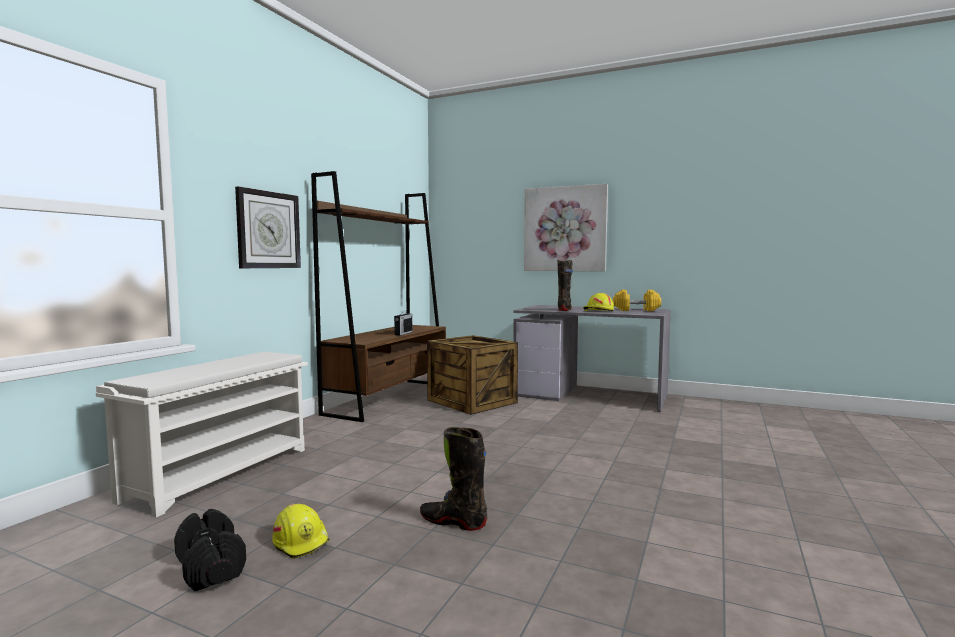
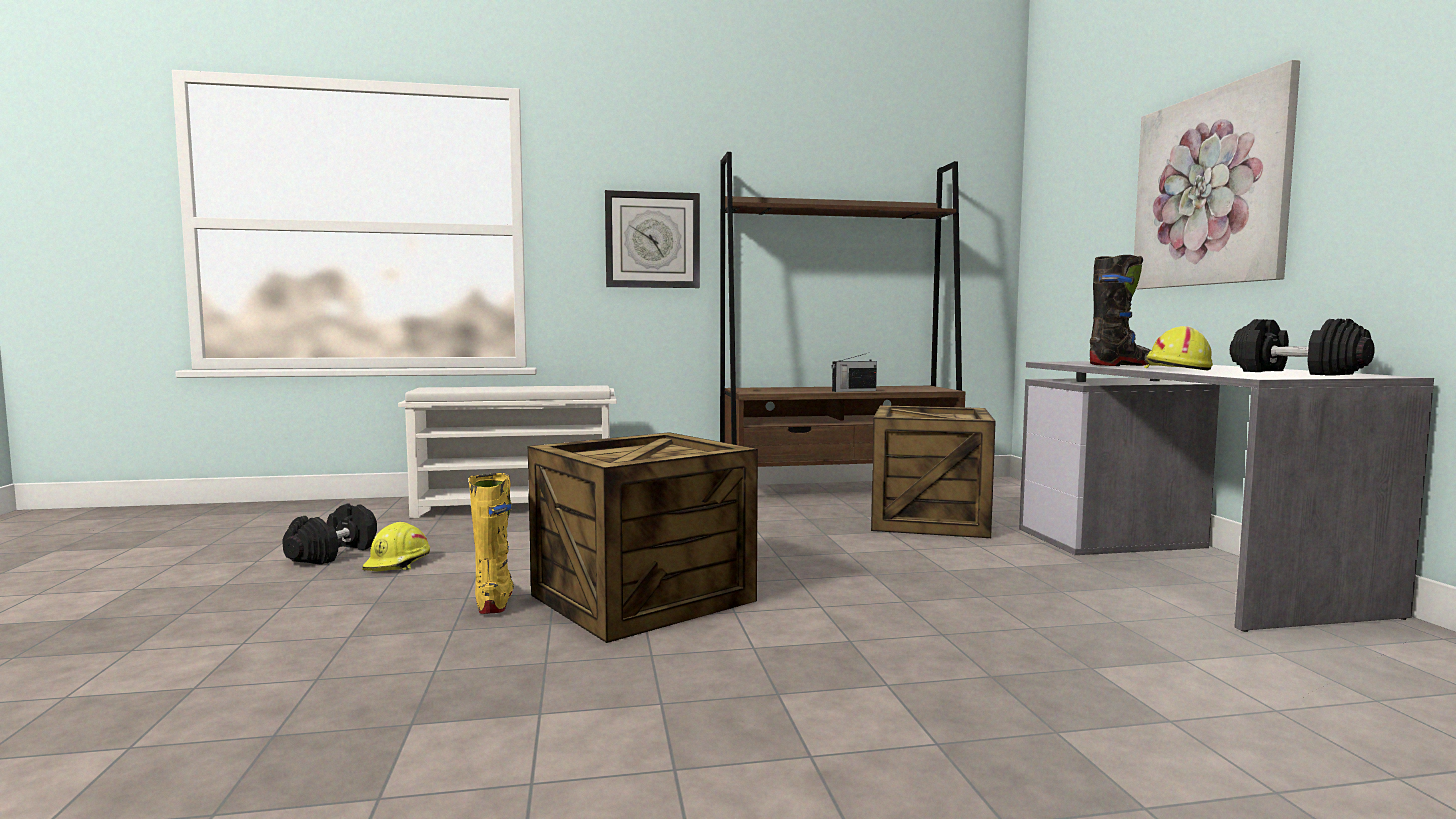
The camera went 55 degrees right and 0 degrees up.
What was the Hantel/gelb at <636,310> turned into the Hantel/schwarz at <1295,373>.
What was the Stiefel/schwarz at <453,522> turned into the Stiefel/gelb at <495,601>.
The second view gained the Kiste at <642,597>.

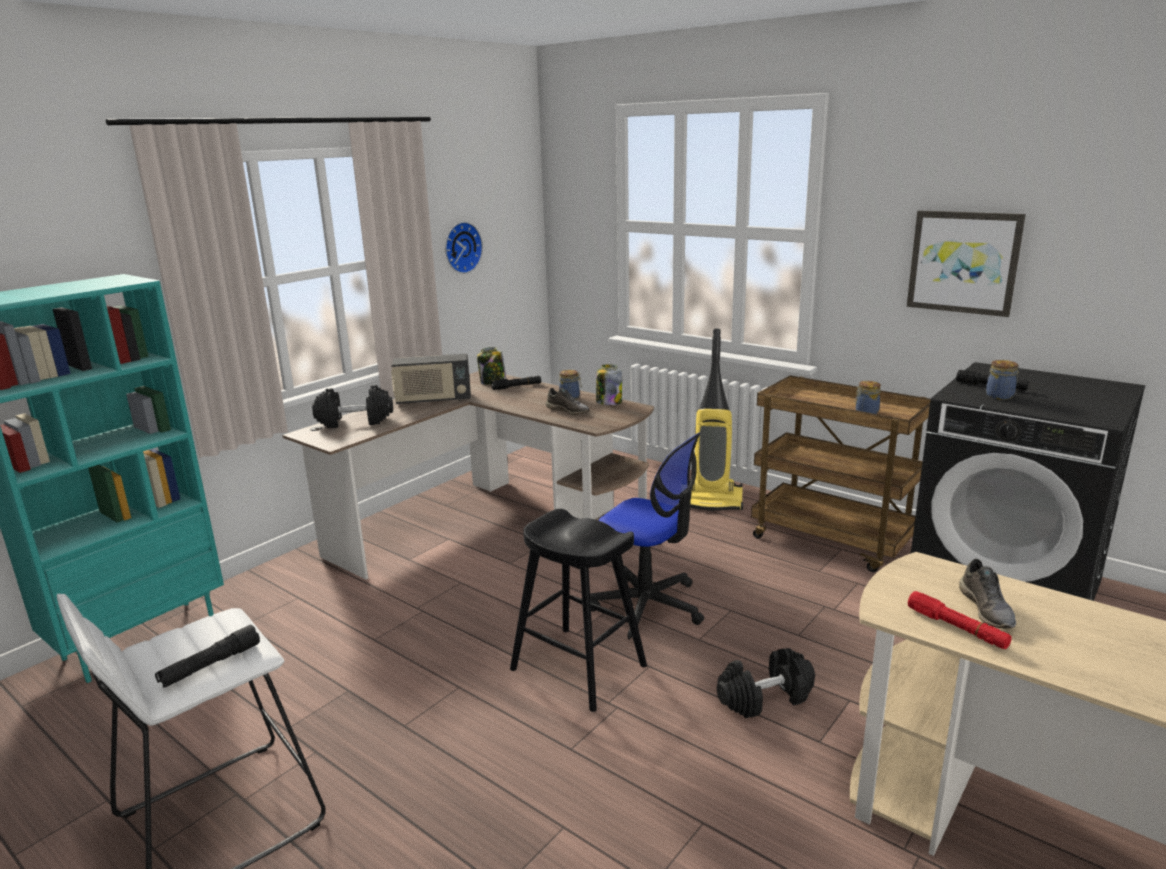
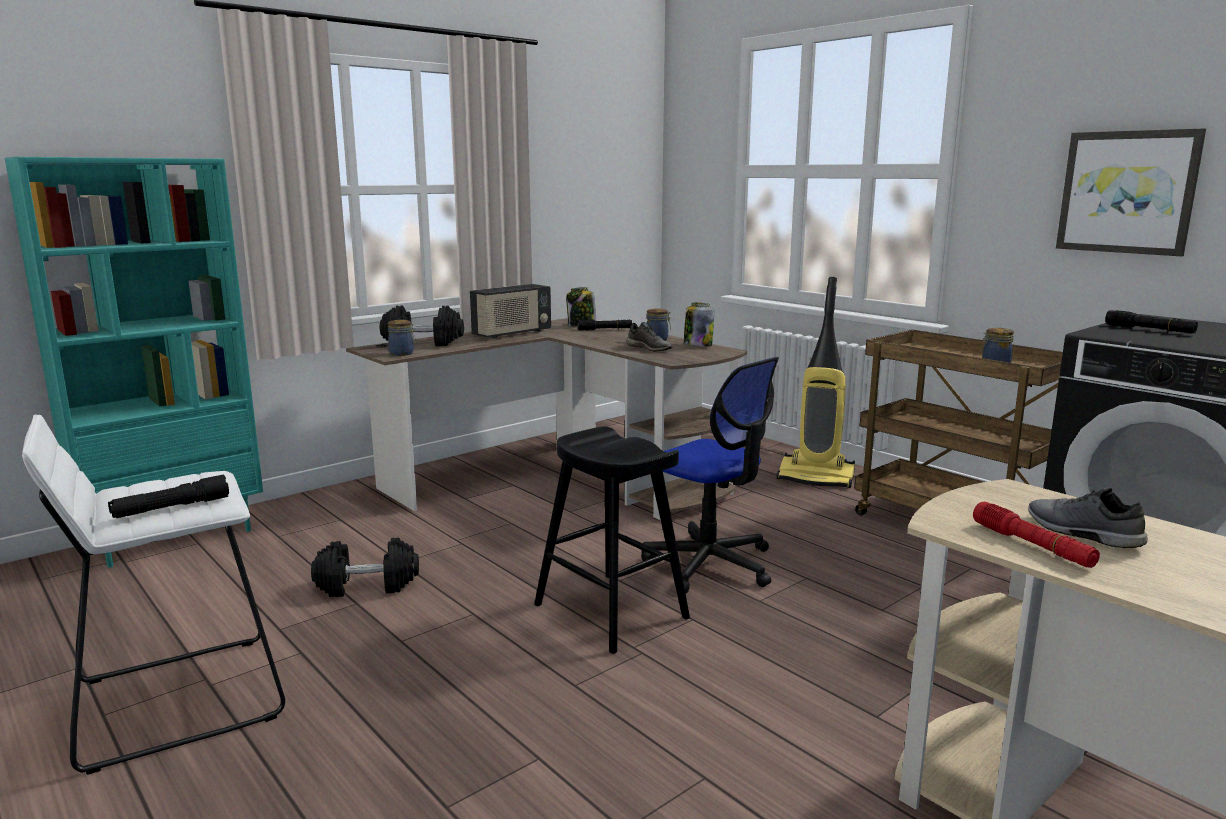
The camera went 10 degrees right and 5 degrees down.
The second view lost the Wanduhr at <461,247>.
The Radio at <433,400> ended up facing another way, 45 degrees counterclockwise from before.
The Vorratsglas ended up elsewhere, having gone from <1000,396> to <402,353>.
The Schuh/grau at <987,609> ended up facing another way, 135 degrees clockwise from before.
The Hantel/schwarz ended up elsewhere, having gone from <765,698> to <367,585>.

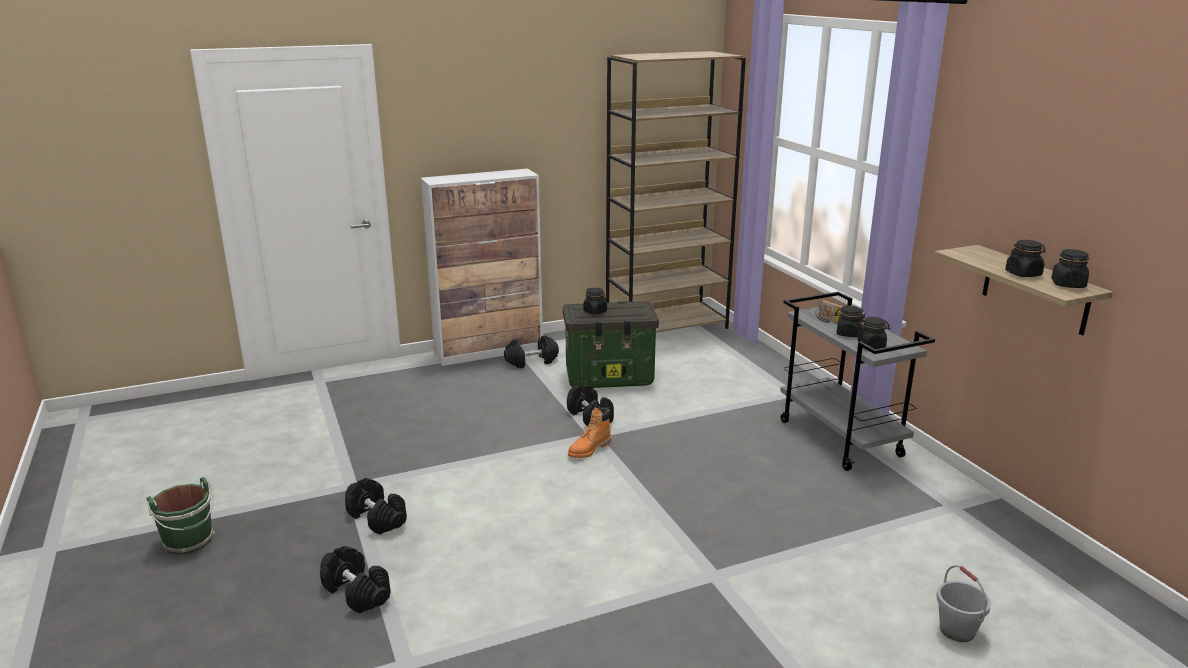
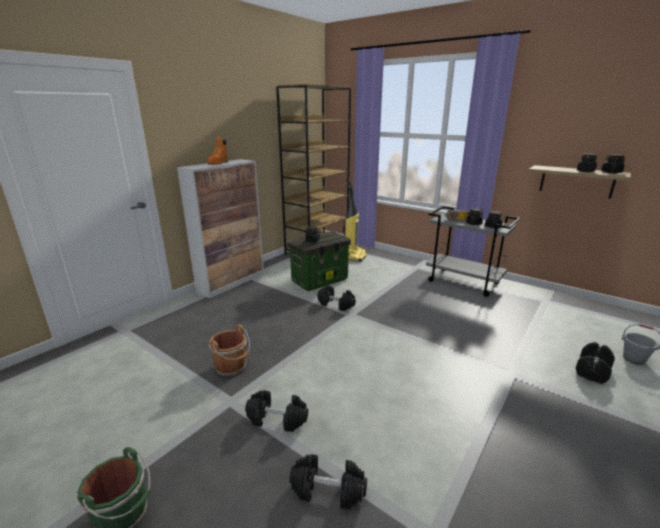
The camera went 30 degrees left and 0 degrees up.
The Hantel/schwarz ended up elsewhere, having gone from <531,361> to <592,371>.
The Stiefel/orange ended up elsewhere, having gone from <589,450> to <218,163>.
The second view gained the Staubsauger at <355,256>.
The second view gained the Eimer/braun at <232,367>.

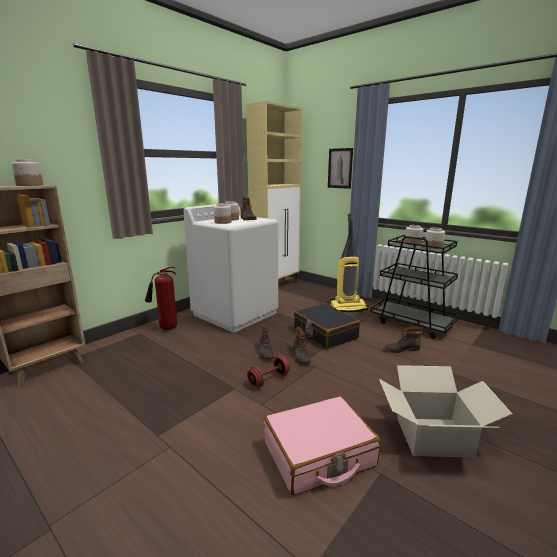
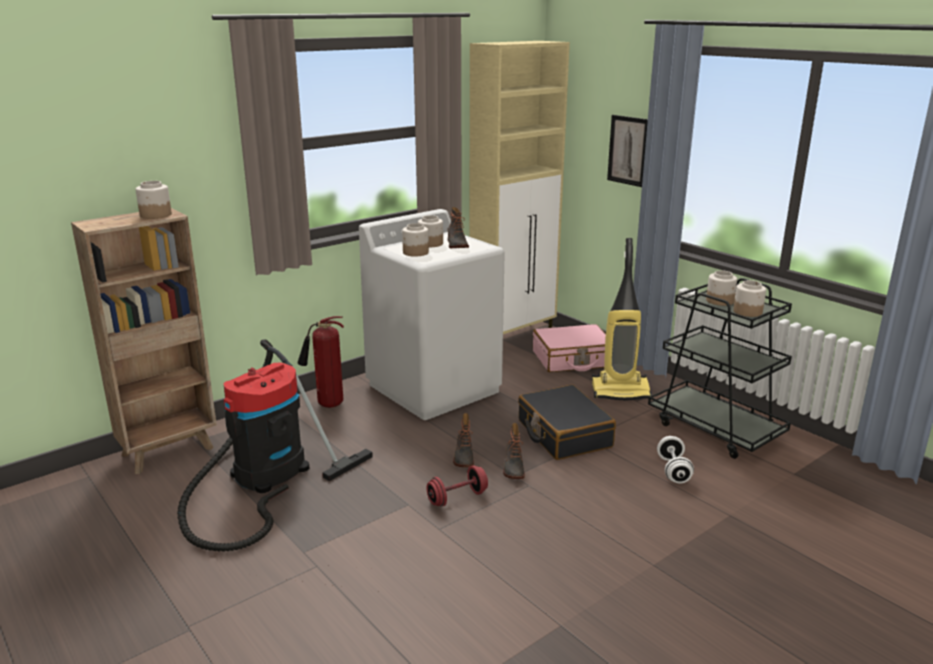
The camera went 10 degrees right and 5 degrees up.
Where the Stiefel stood at <401,349>, the Hantel/weiß came to stand at <673,470>.
The second view lost the Karton at <434,437>.
The Koffer/rosa ended up elsewhere, having gone from <319,454> to <572,359>.
The second view gained the Staubsauger at <264,477>.

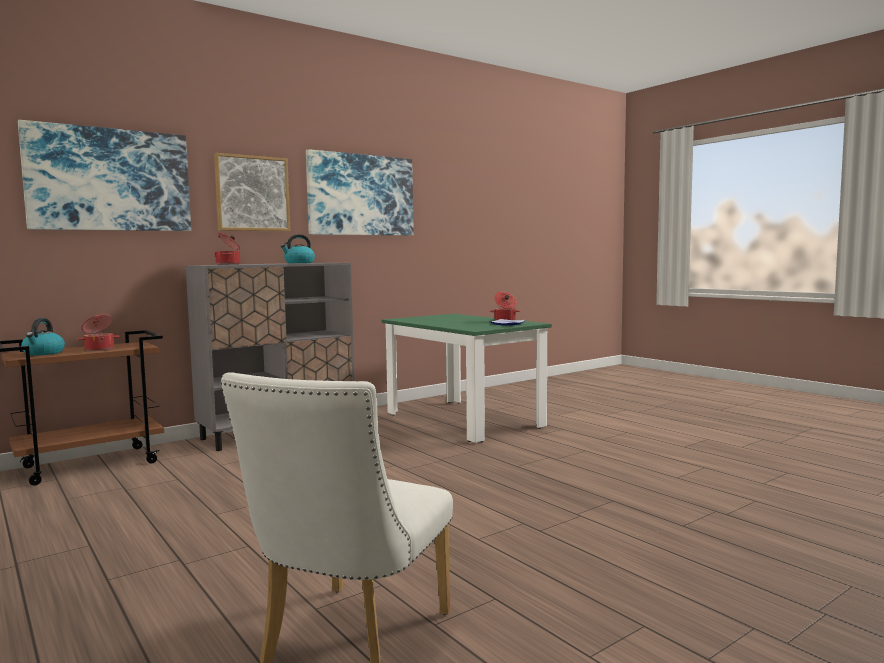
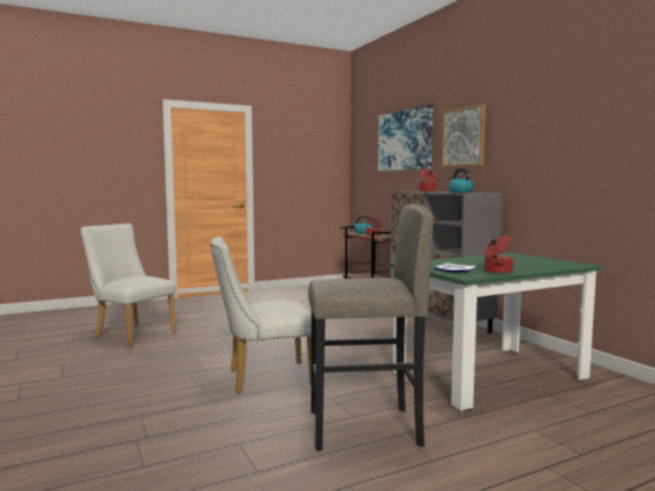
The camera went 100 degrees right and 0 degrees up.
The second view lost the Bild at <361,195>.
The second view gained the Hocker/grau at <364,428>.
The second view gained the Stuhl/weiß at <263,378>.

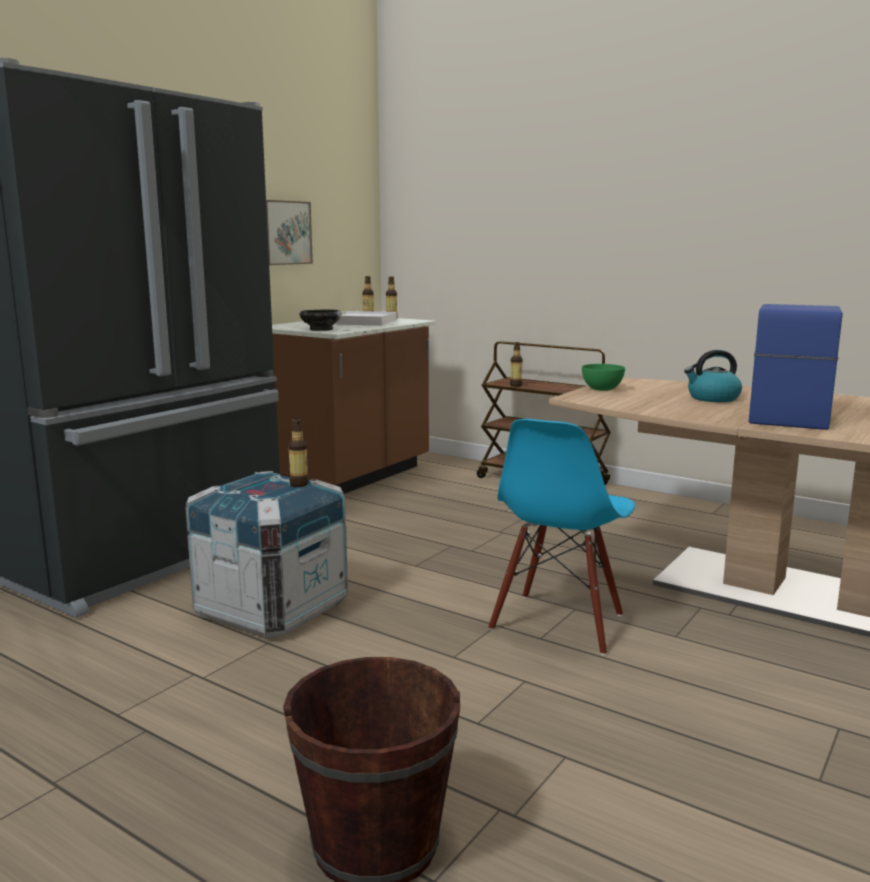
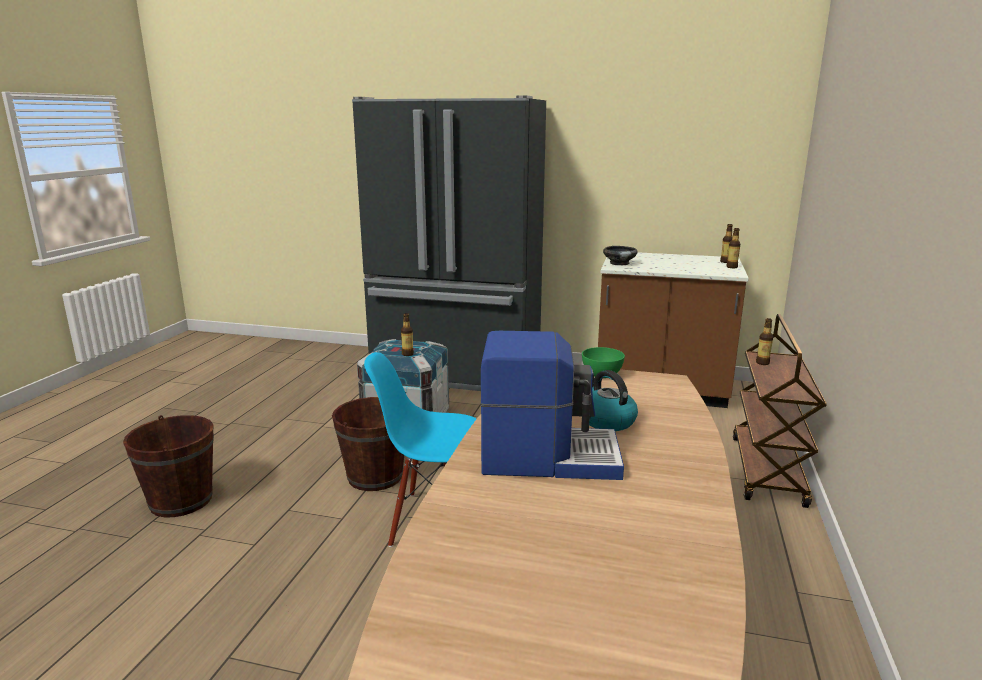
The camera went 70 degrees right and 5 degrees up.
The second view lost the Bild at <284,233>.
The second view lost the Tablett/weiß at <362,322>.
The second view gained the Eimer/braun at <375,476>.

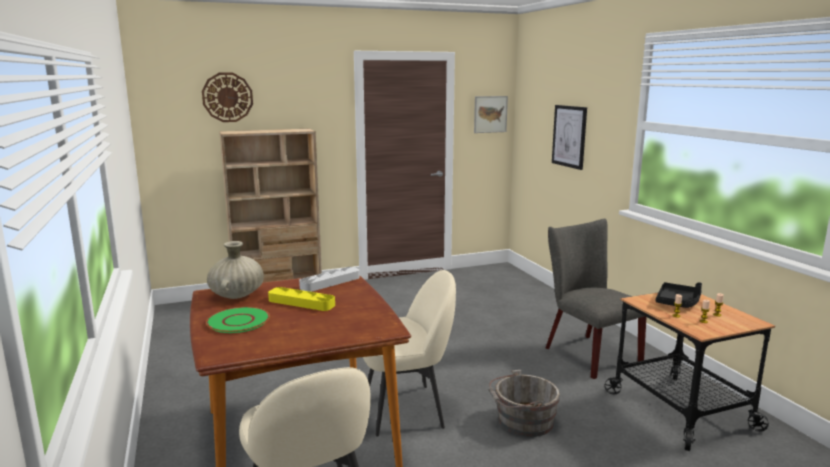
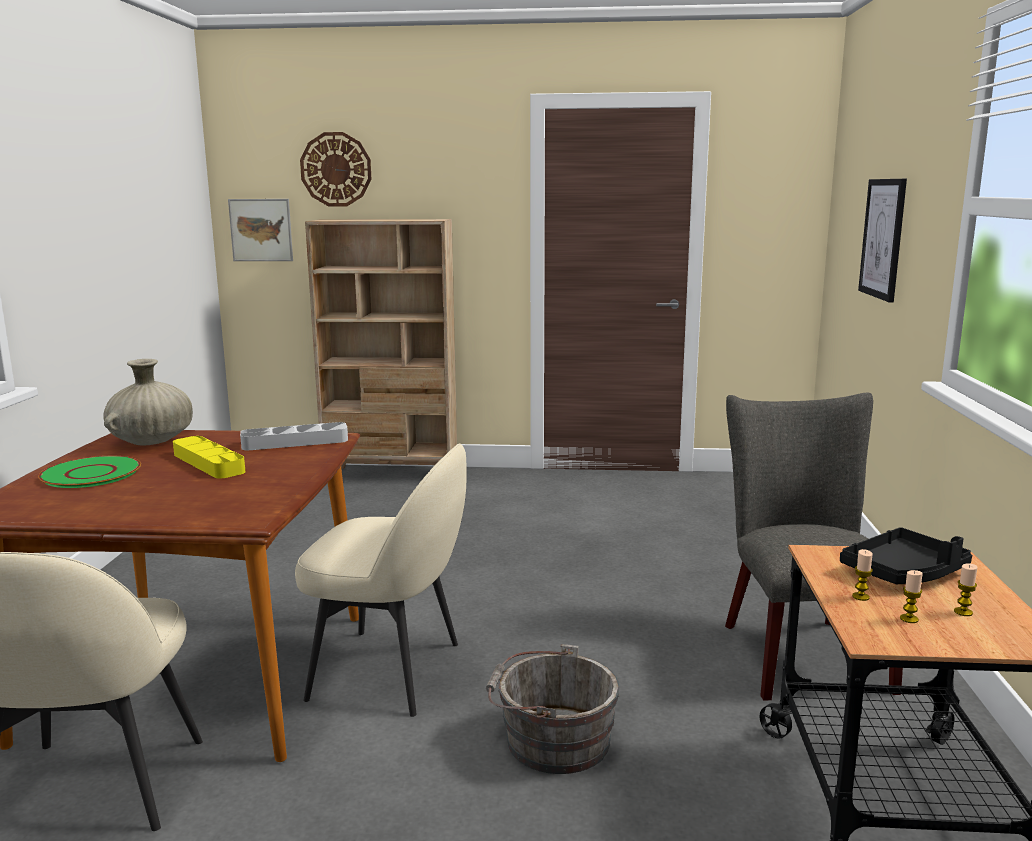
The camera went 25 degrees right and 0 degrees up.
The Bild ended up elsewhere, having gone from <490,114> to <261,230>.

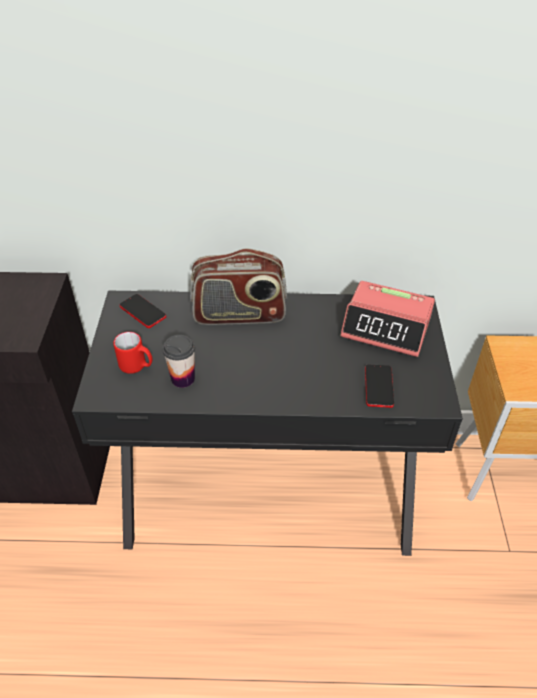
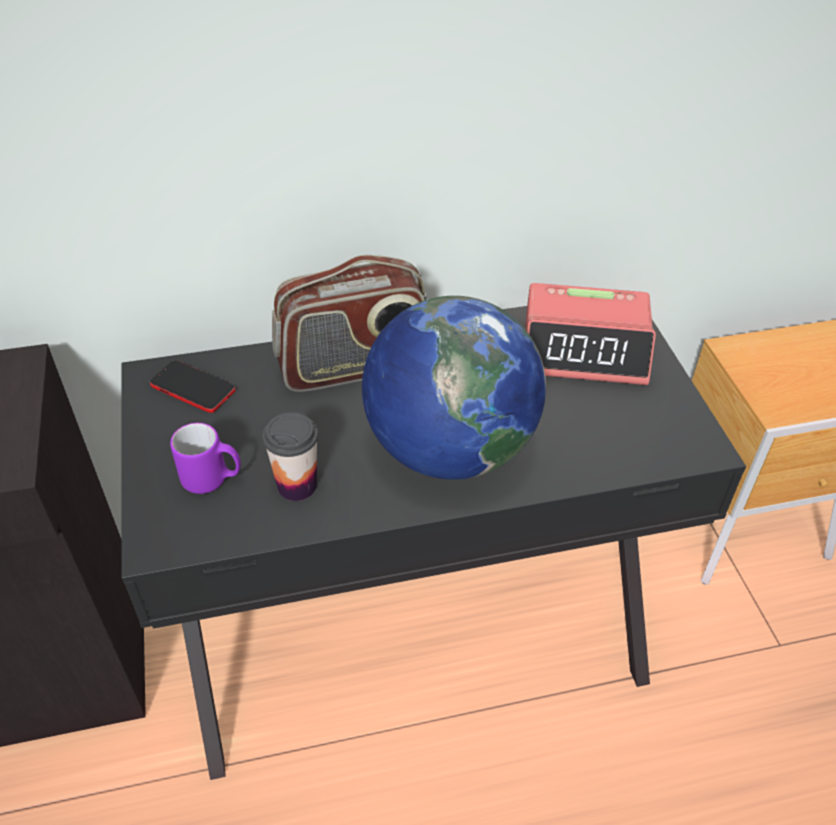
The camera went 15 degrees left and 0 degrees up.
What was the Henkelbecher/rot at <137,366> turned into the Henkelbecher/lila at <212,479>.
The second view lost the Handy at <379,386>.
The second view gained the Globus at <449,448>.

